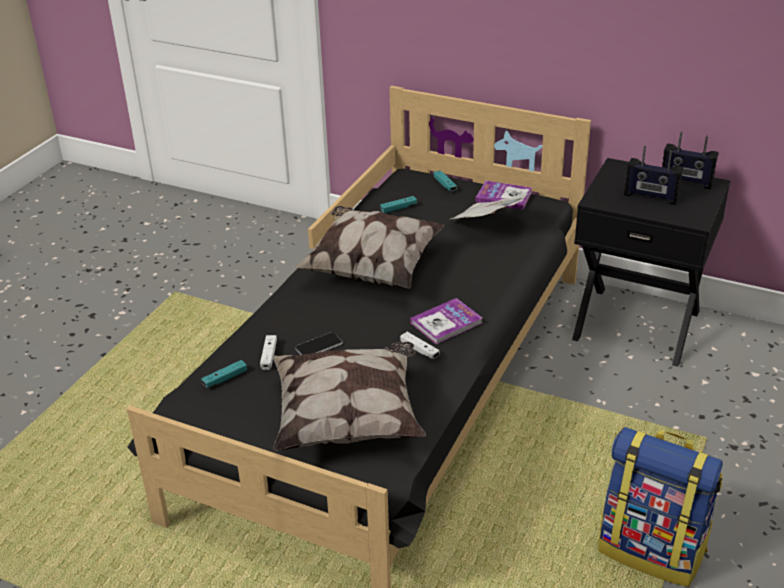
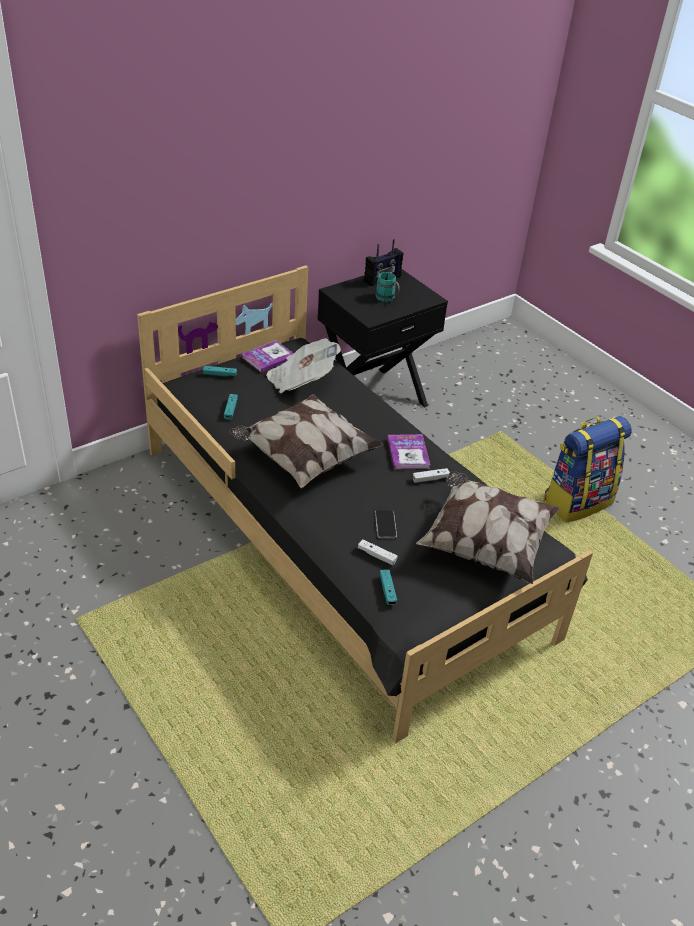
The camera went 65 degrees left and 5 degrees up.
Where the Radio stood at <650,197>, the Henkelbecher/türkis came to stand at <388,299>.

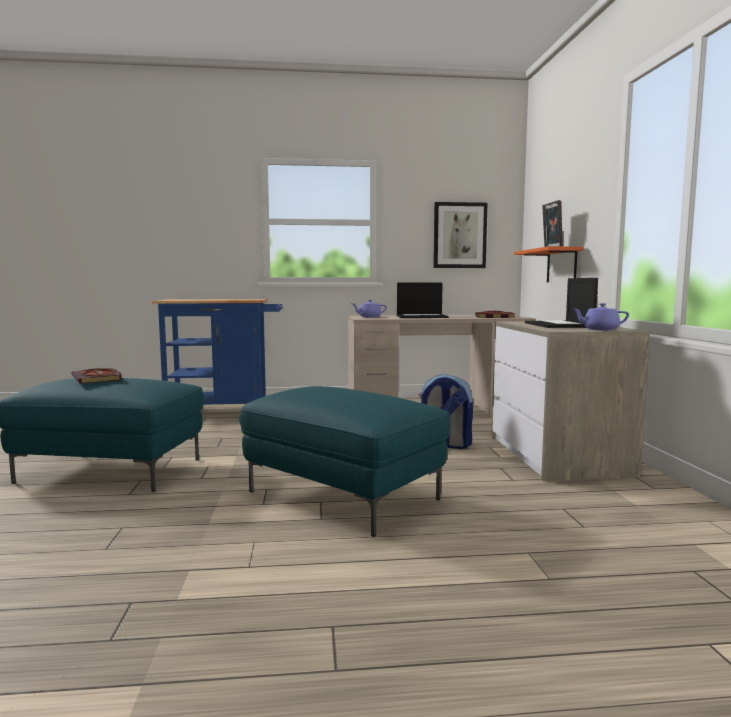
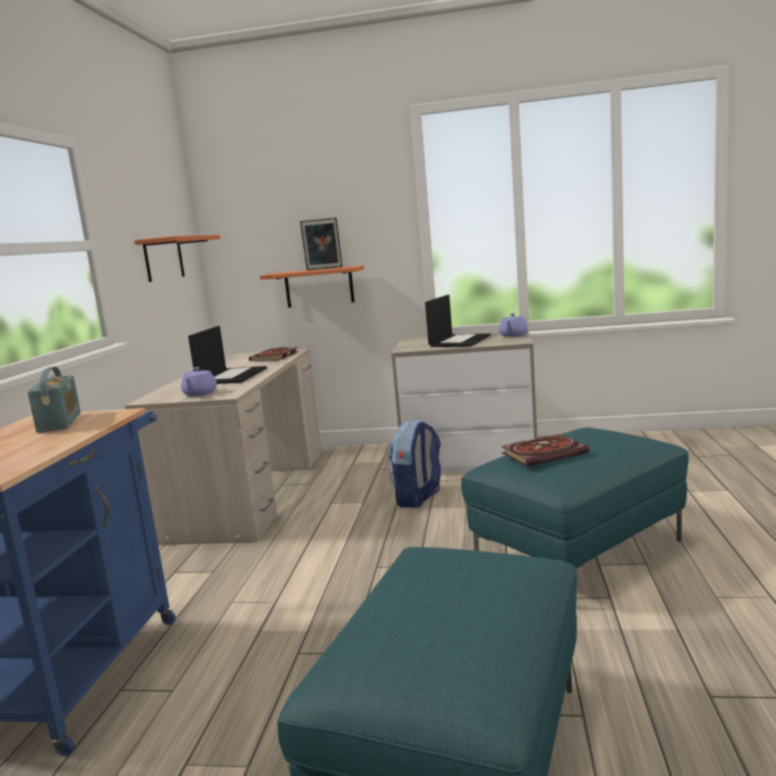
The camera went 75 degrees left and 5 degrees up.
Where the Bild hung at <459,235>, the Wandregal/orange came to hang at <164,259>.
The Laptop at <559,325> ended up facing another way, 75 degrees counterclockwise from before.
The Buch ended up elsewhere, having gone from <98,379> to <545,453>.
The second view gained the Radio at <60,422>.

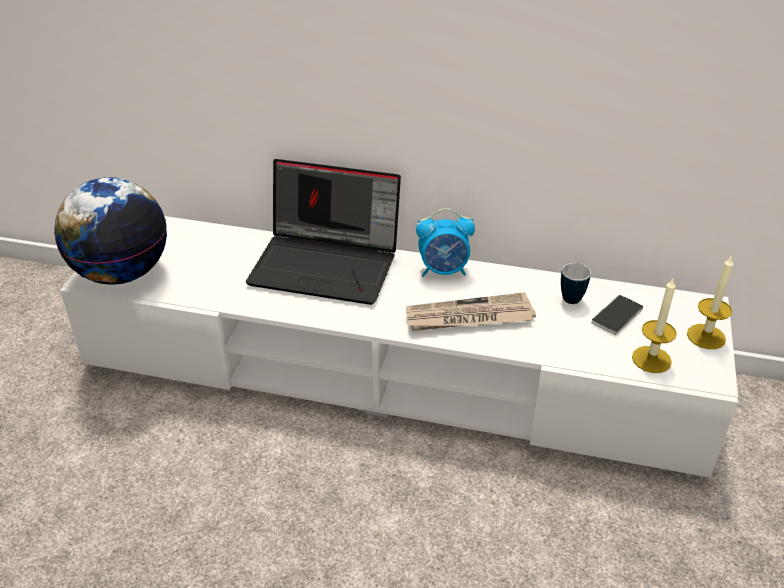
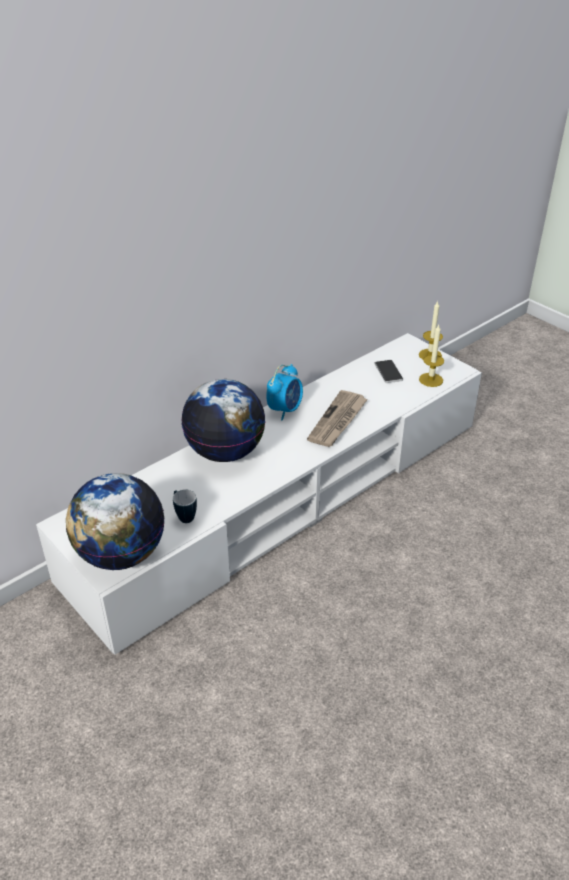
The camera went 55 degrees left and 0 degrees up.
Where the Laptop stood at <328,264>, the Globus came to stand at <225,452>.
The Henkelbecher ended up elsewhere, having gone from <572,296> to <184,516>.

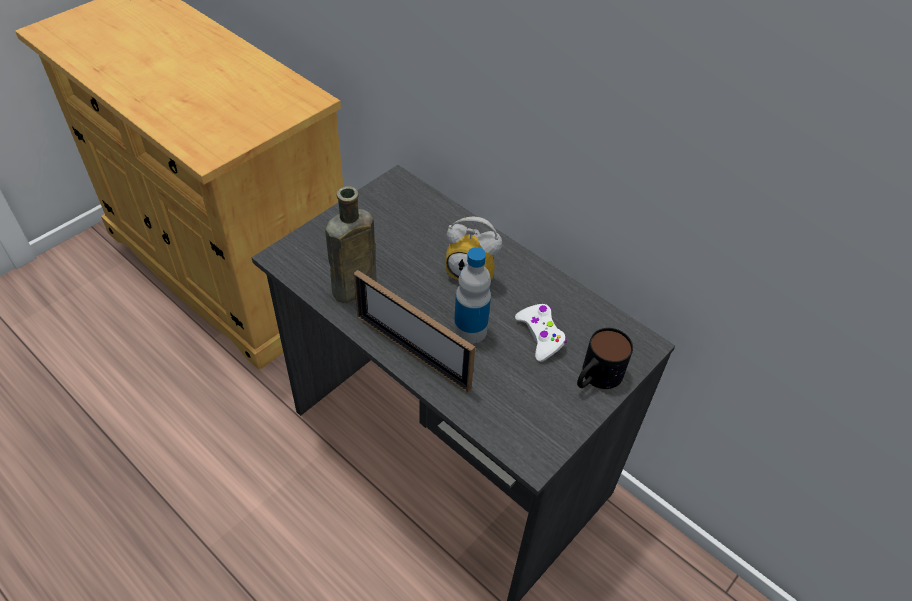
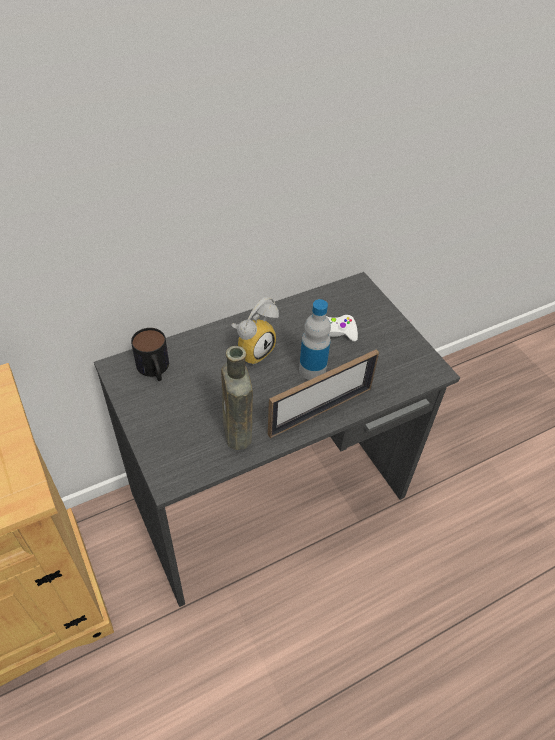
The camera went 70 degrees left and 0 degrees up.
The Henkelbecher ended up elsewhere, having gone from <595,377> to <155,370>.

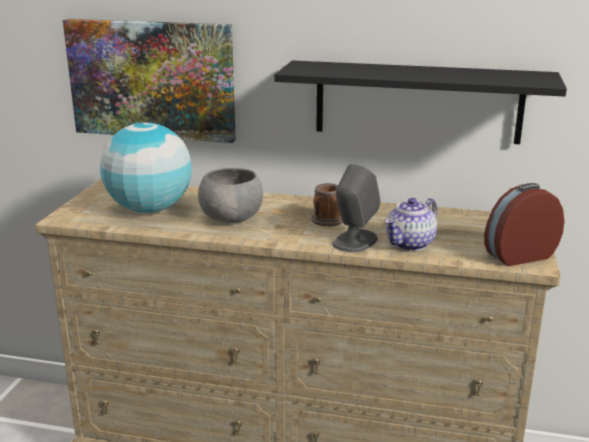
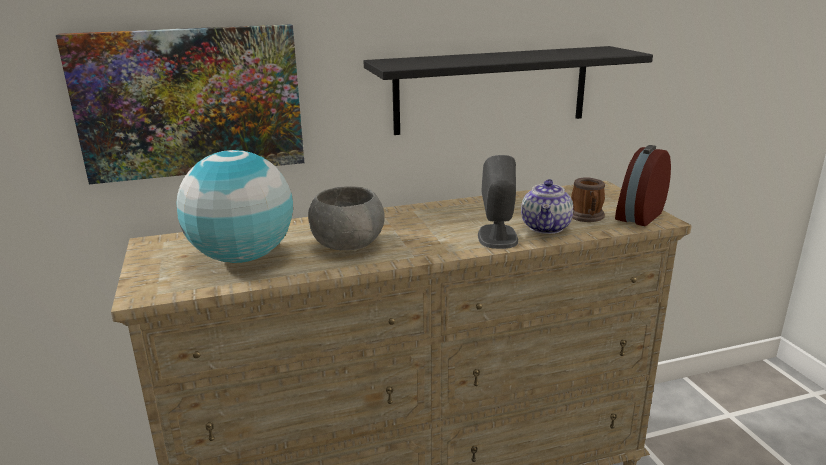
The camera went 30 degrees left and 0 degrees up.
The Henkelbecher ended up elsewhere, having gone from <326,221> to <587,217>.

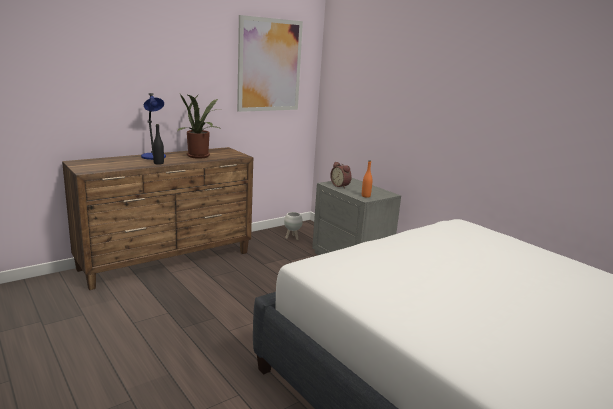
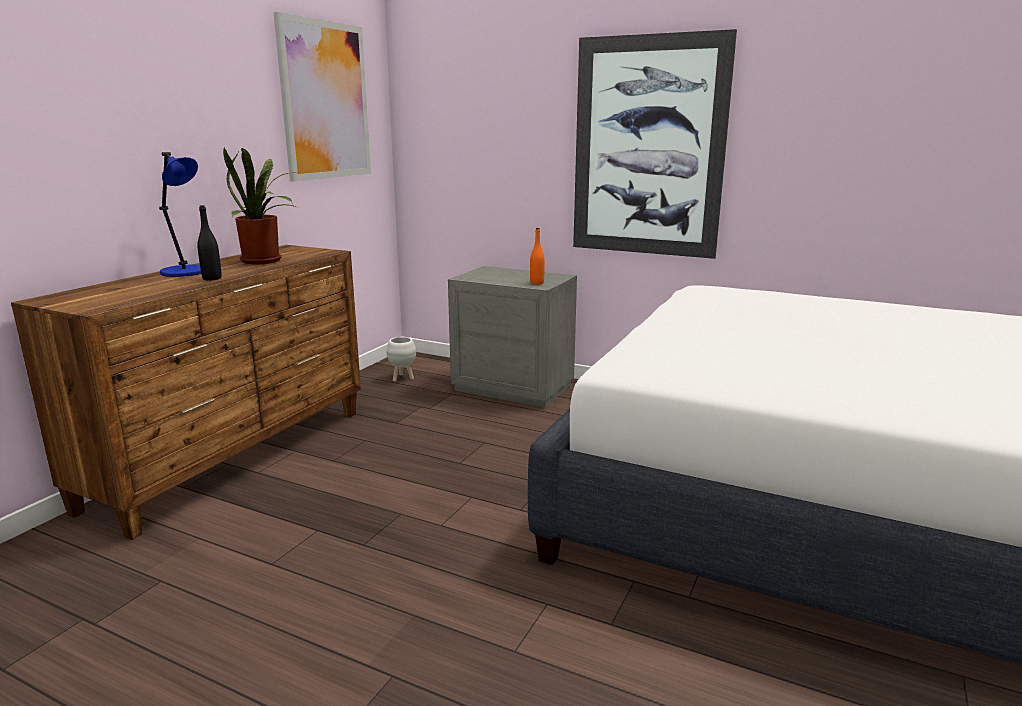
The camera went 25 degrees left and 0 degrees up.
The second view lost the Wecker at <341,186>.
The second view gained the Bild at <648,148>.

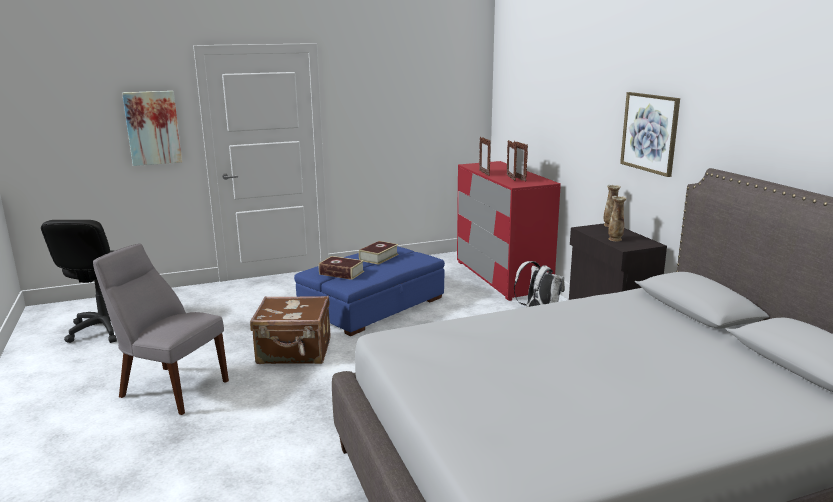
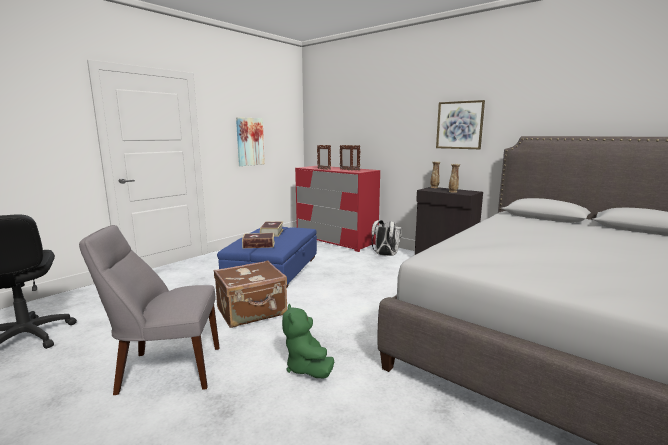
The camera went 30 degrees left and 5 degrees down.
The Bild ended up elsewhere, having gone from <153,128> to <250,141>.
The second view gained the Plüschtier/grün at <307,368>.

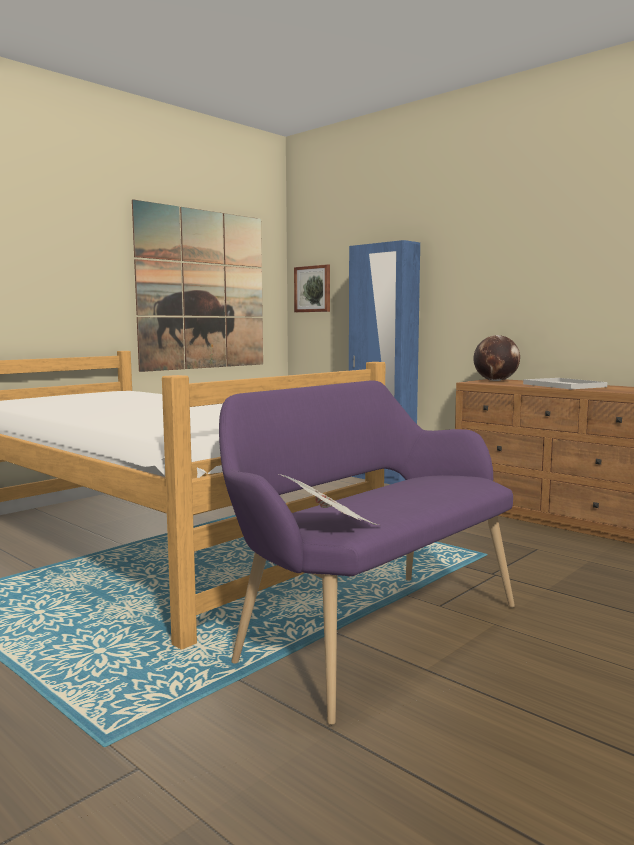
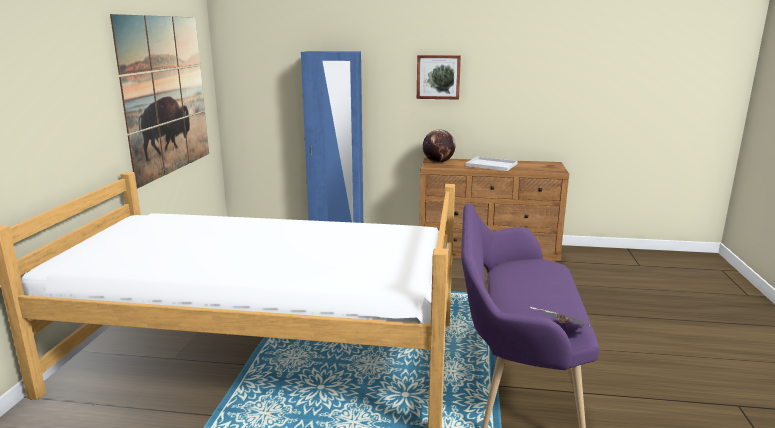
The camera went 35 degrees left and 10 degrees up.
The Bild ended up elsewhere, having gone from <313,289> to <438,77>.

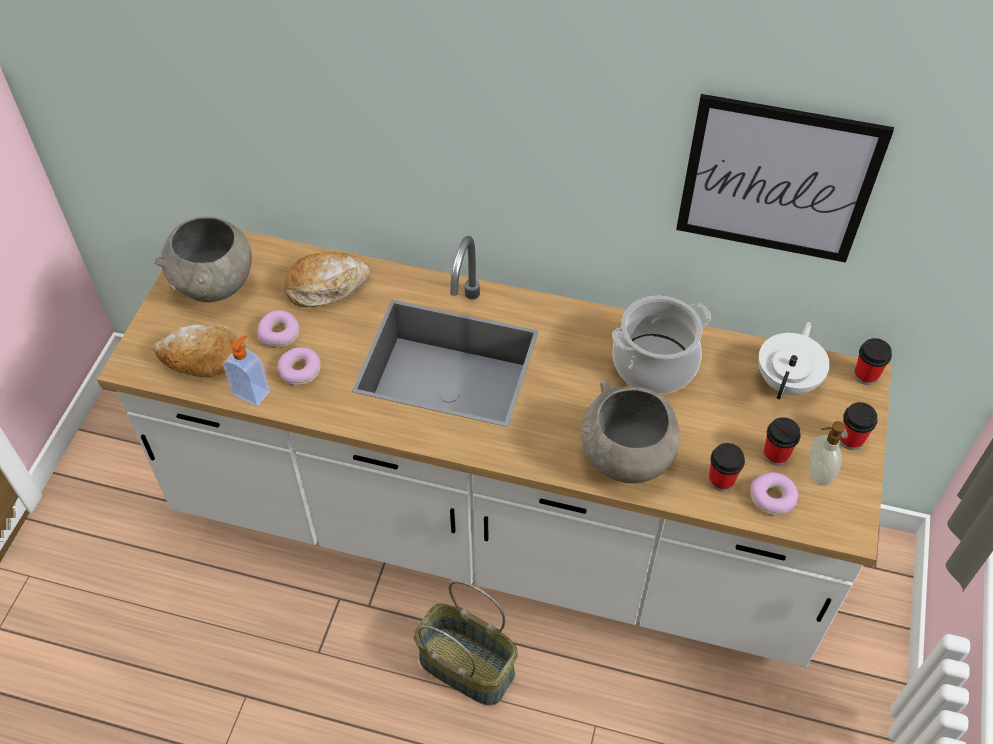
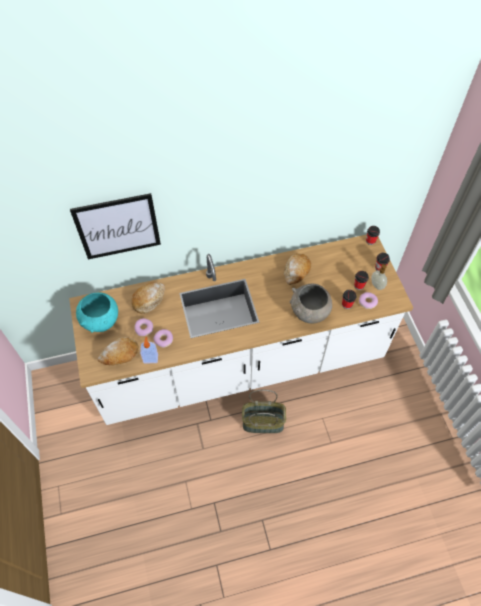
The camera went 30 degrees left and 5 degrees up.
The Bild ended up elsewhere, having gone from <777,180> to <118,226>.
What was the Schüssel/grau at <215,286> turned into the Schüssel/türkis at <101,322>.
Where the Kochtopf stood at <654,364>, the Brot came to stand at <296,271>.
The second view lost the Teekanne/weiß at <787,381>.

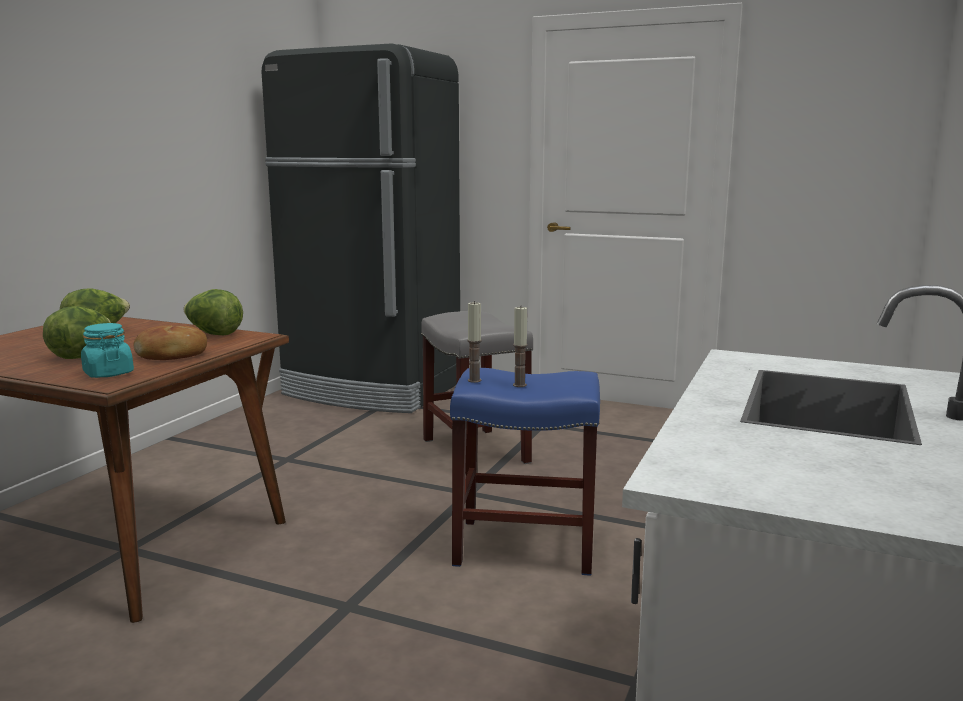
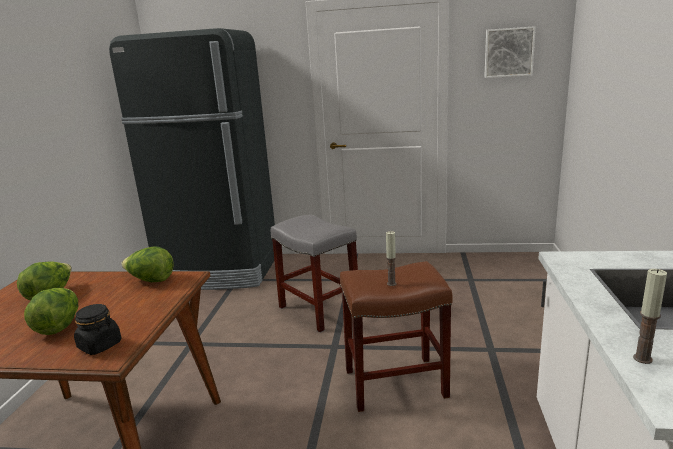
The camera went 15 degrees left and 5 degrees up.
The Kerze ended up elsewhere, having gone from <474,380> to <642,358>.
What was the Vorratsglas/türkis at <108,373> turned into the Vorratsglas/schwarz at <99,345>.
The second view lost the Brot at <172,355>.
What was the Hocker/blau at <523,546> turned into the Hocker/braun at <394,384>.
The second view gained the Bild at <508,52>.

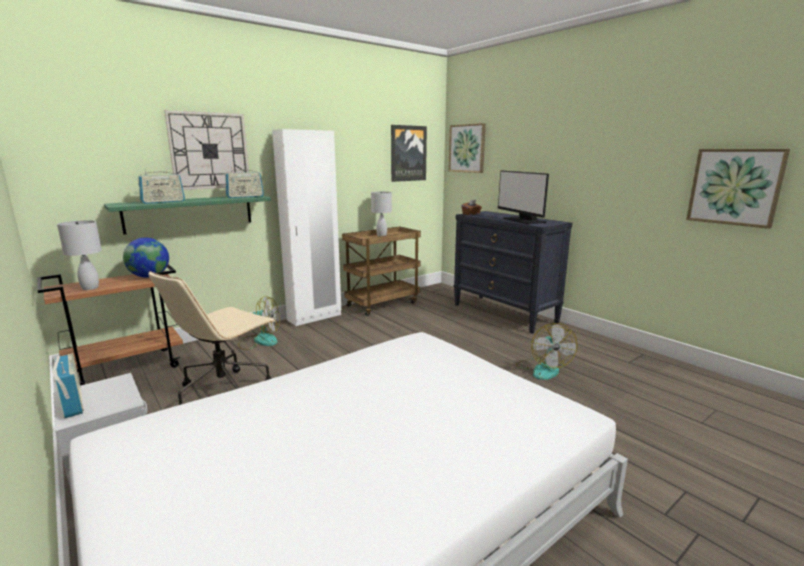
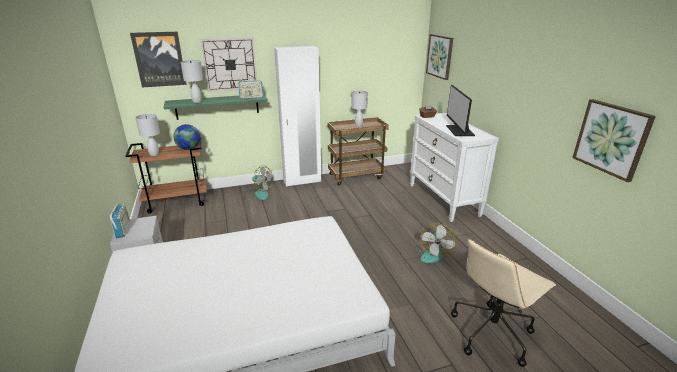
The camera went 20 degrees right and 10 degrees up.
The Bild ended up elsewhere, having gone from <408,153> to <159,59>.
Where the Radio stood at <163,202>, the Tischlampe/weiß came to stand at <197,101>.
What was the Kommode/schwarz at <504,313> turned into the Kommode/weiß at <443,200>.
The Bürostuhl/beige ended up elsewhere, having gone from <224,391> to <492,332>.

